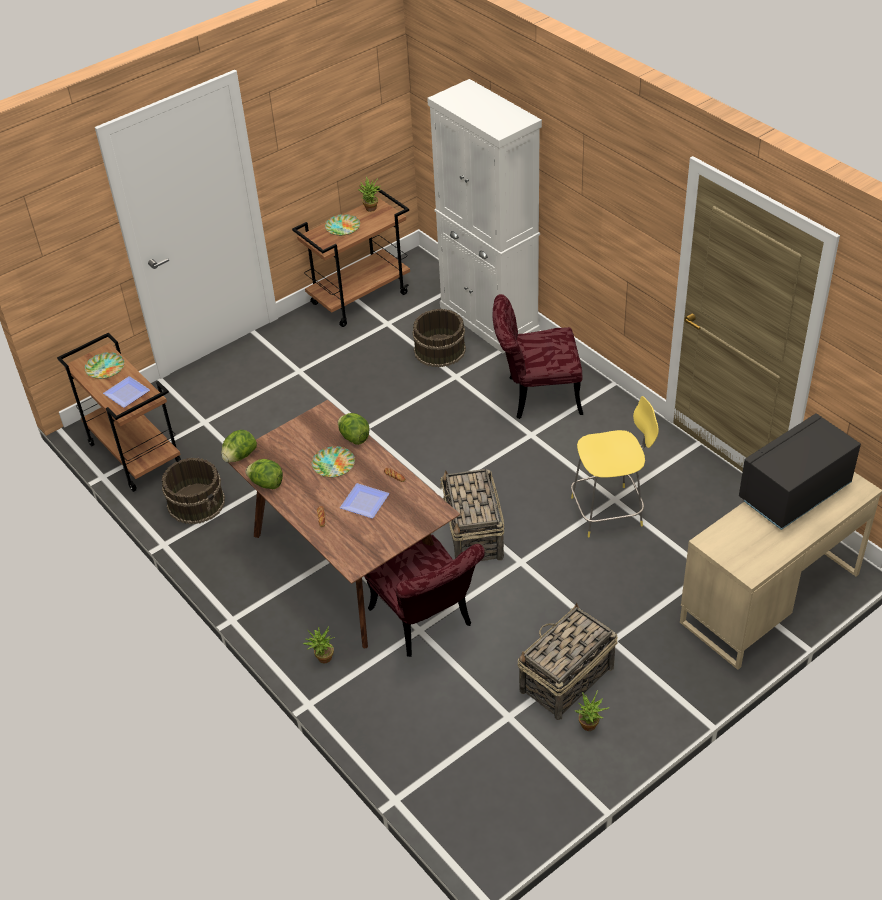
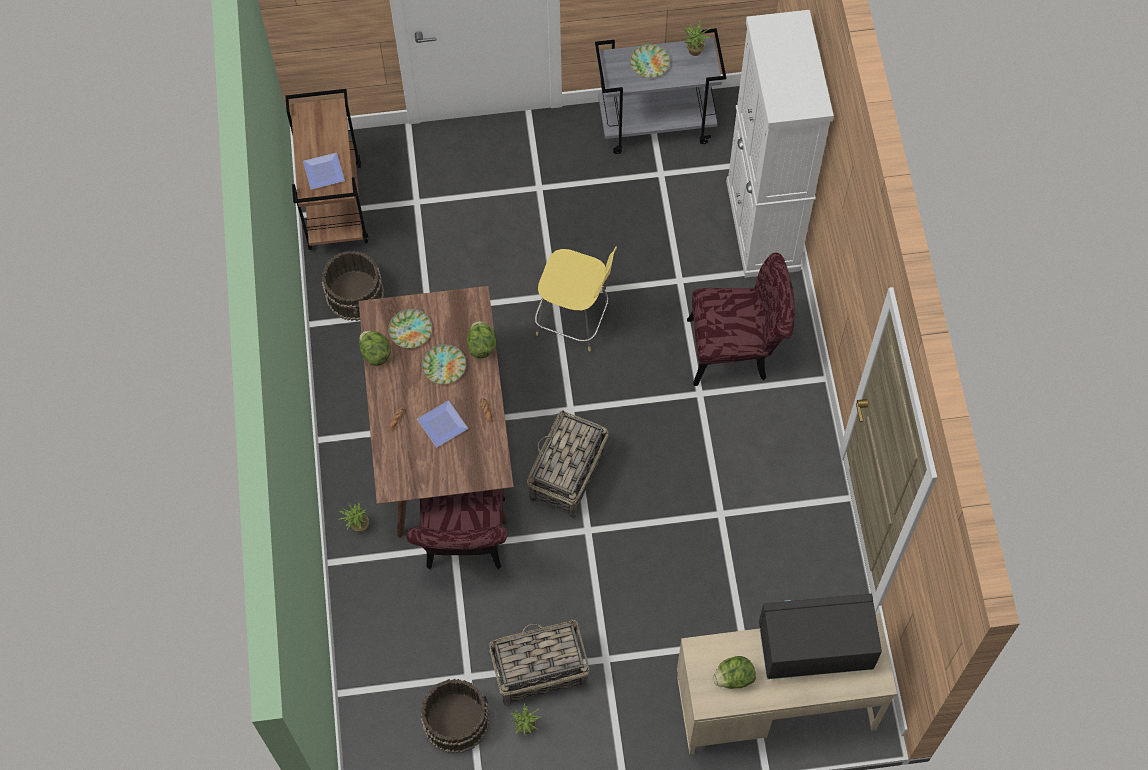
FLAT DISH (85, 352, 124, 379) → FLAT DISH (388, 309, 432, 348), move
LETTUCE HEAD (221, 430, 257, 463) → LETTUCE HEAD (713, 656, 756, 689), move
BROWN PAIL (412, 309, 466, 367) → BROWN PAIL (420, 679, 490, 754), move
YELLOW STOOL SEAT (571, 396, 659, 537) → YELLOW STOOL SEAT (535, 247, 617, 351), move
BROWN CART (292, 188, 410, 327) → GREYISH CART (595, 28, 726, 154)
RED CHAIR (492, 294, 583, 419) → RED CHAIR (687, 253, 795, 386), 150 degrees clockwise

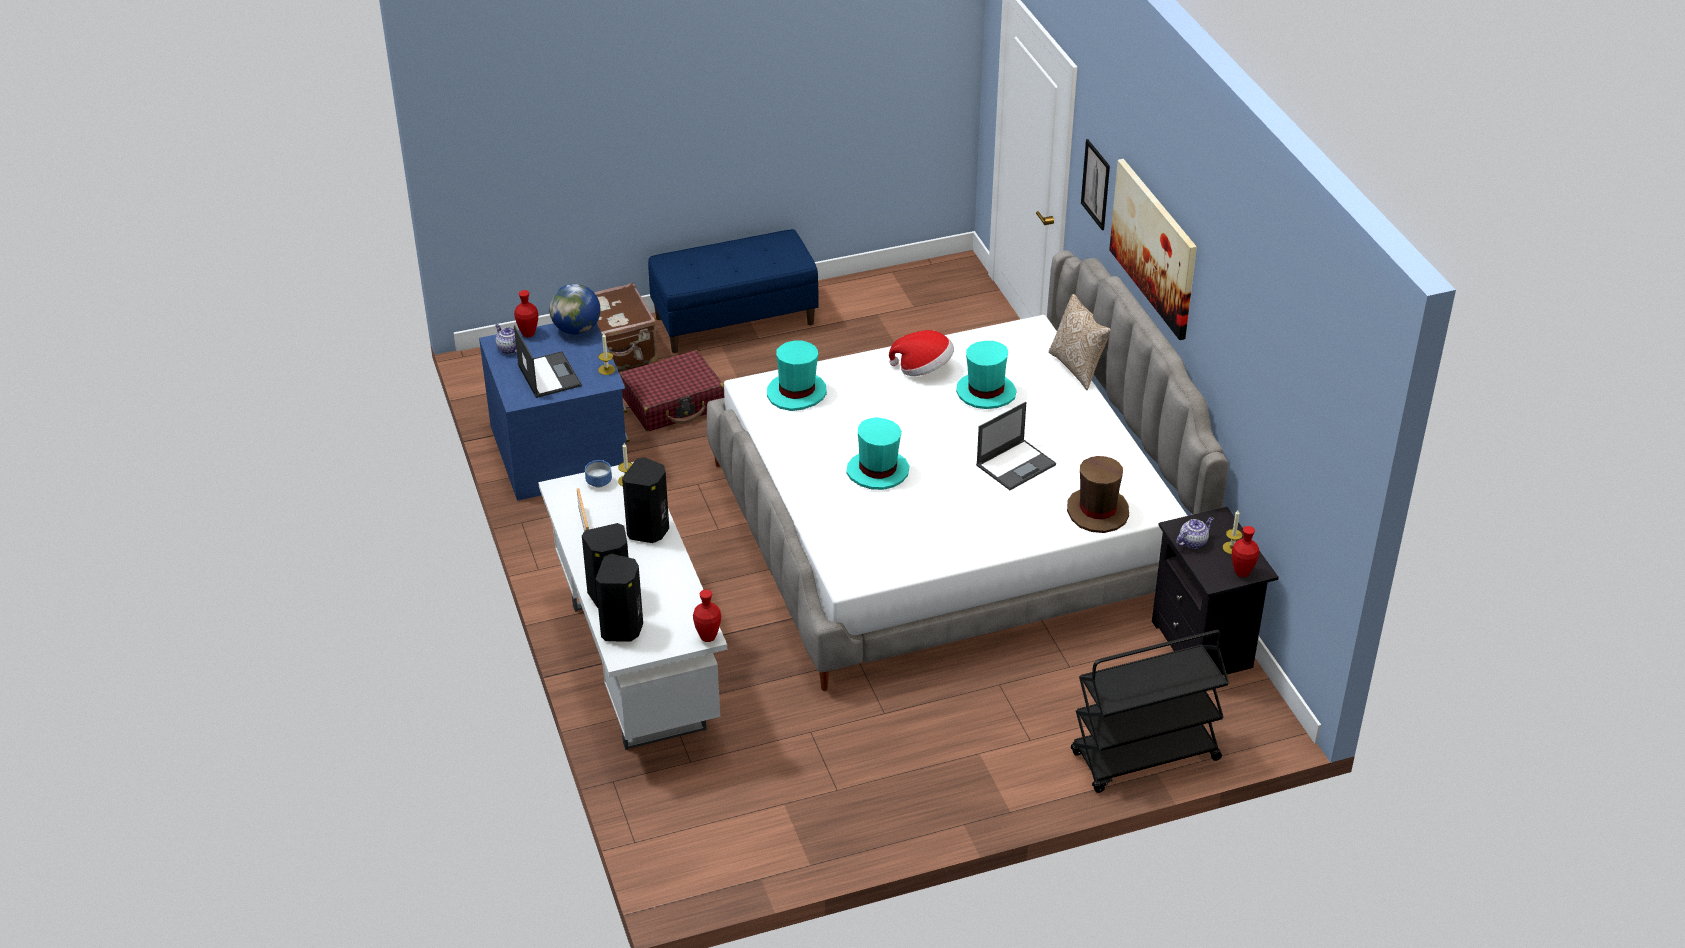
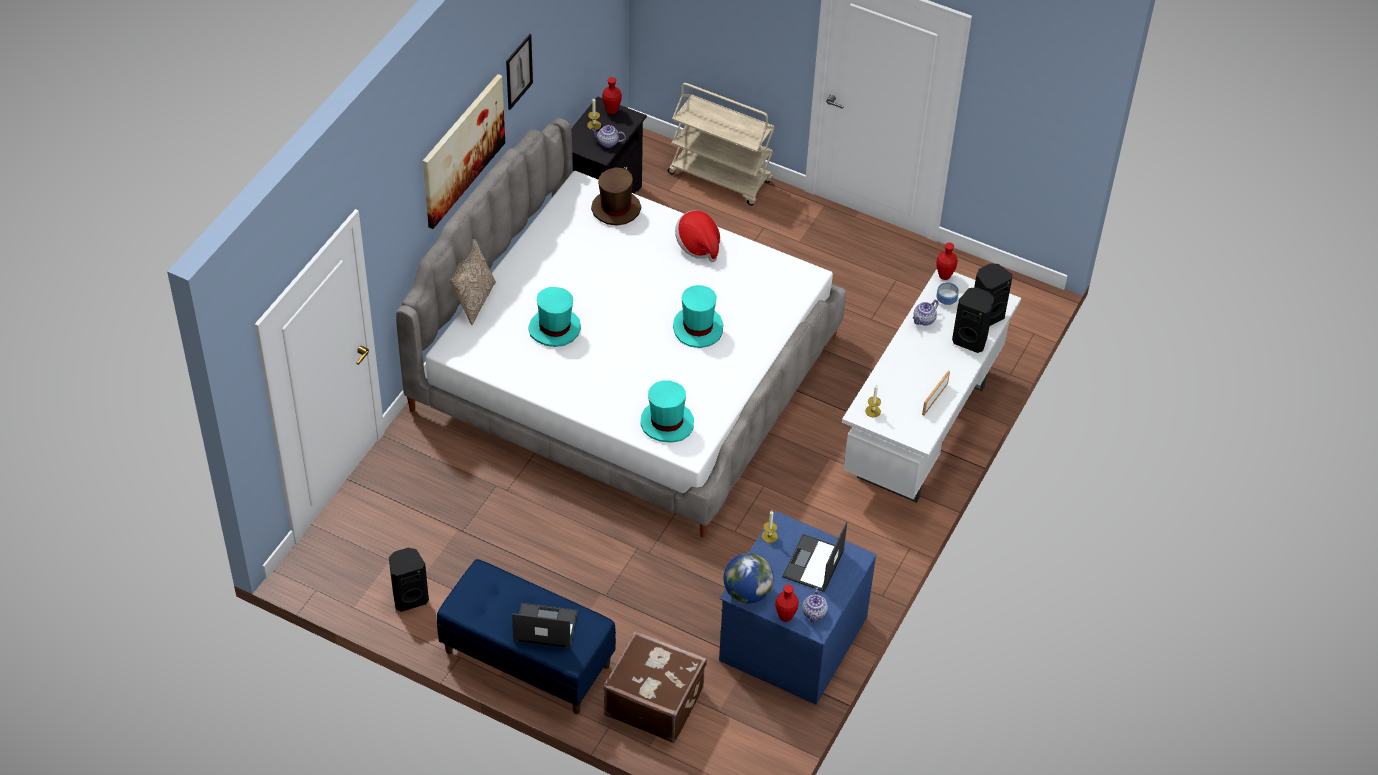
RED PIECE OF LUGGAGE (620, 350, 724, 431) → -
- → POT FOR TEA (913, 300, 938, 326)
BOWL (585, 460, 612, 487) → BOWL (937, 282, 959, 305), move
BLACK-COLOURED AUDIO SPEAKER (622, 457, 669, 543) → BLACK-COLOURED AUDIO SPEAKER (389, 548, 429, 612), move
WEARABLE HAT (889, 330, 954, 376) → WEARABLE HAT (675, 211, 720, 262), move
NOTEBOOK COMPUTER (976, 402, 1056, 490) → NOTEBOOK COMPUTER (512, 603, 578, 649), move
WALL PICTURE (1081, 139, 1110, 230) → WALL PICTURE (506, 34, 533, 110), move
BLACK-COLOURED CART (1071, 630, 1229, 793) → SAND-COLOURED CART (668, 83, 775, 205)

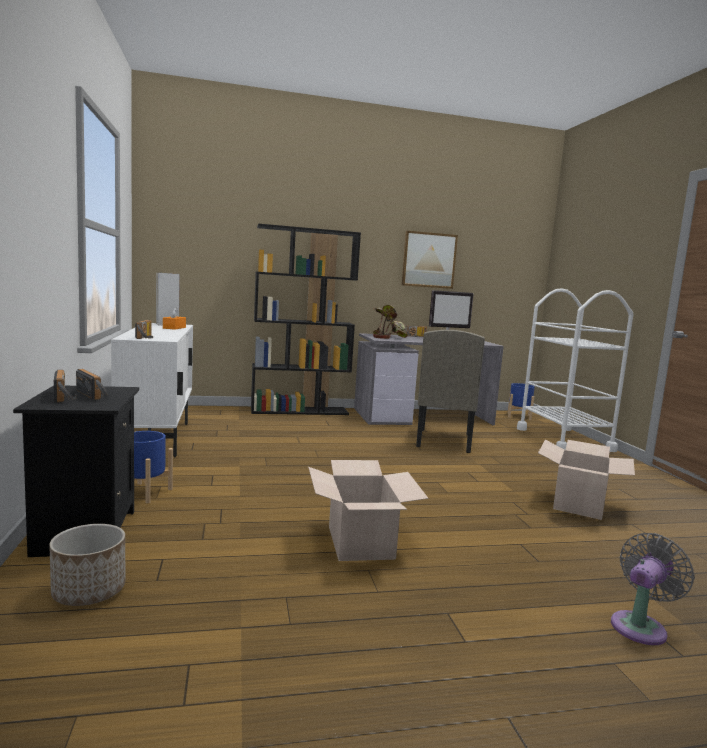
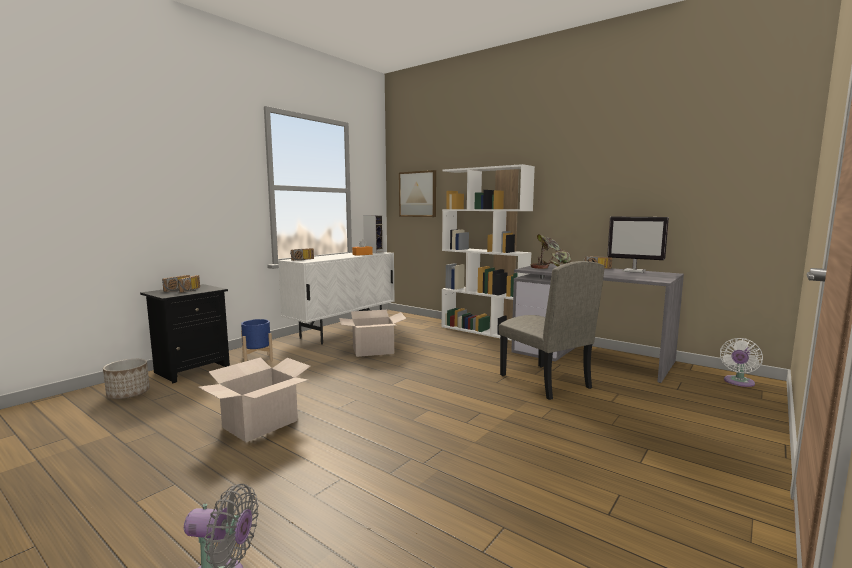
WHITE CART (517, 288, 634, 452) → -
WALL PICTURE (402, 231, 458, 289) → WALL PICTURE (399, 170, 436, 217), move
PACKING BOX (538, 440, 635, 520) → PACKING BOX (339, 310, 407, 357), move
BLUE-COLOURED FLOWER POT (508, 383, 535, 420) → WHITE ELECTRIC FAN (720, 338, 763, 387)
BLACK-COLOURED SHELVING UNIT (251, 224, 361, 415) → WHITE SHELVING UNIT (442, 164, 535, 341)
SAND-COLOURED CHAIR (416, 330, 485, 453) → SAND-COLOURED CHAIR (499, 261, 605, 400), 90 degrees counterclockwise

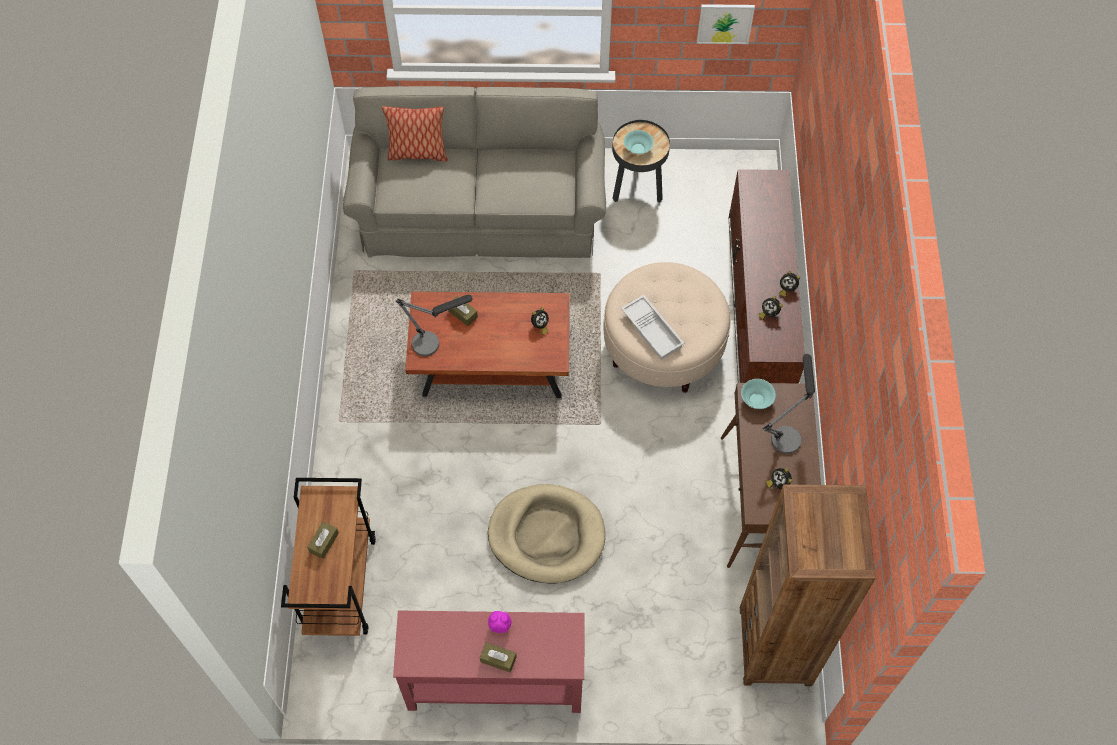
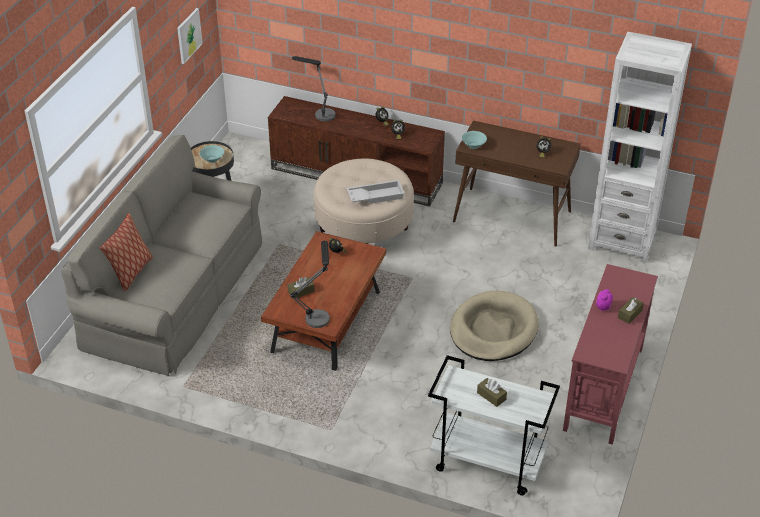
TABLE LAMP (763, 354, 815, 454) → TABLE LAMP (292, 56, 336, 122), move
BROWN CART (281, 478, 376, 636) → WHITE CART (428, 355, 560, 496)
BROWN SHELVING UNIT (740, 484, 876, 686) → WHITE SHELVING UNIT (588, 32, 692, 263)

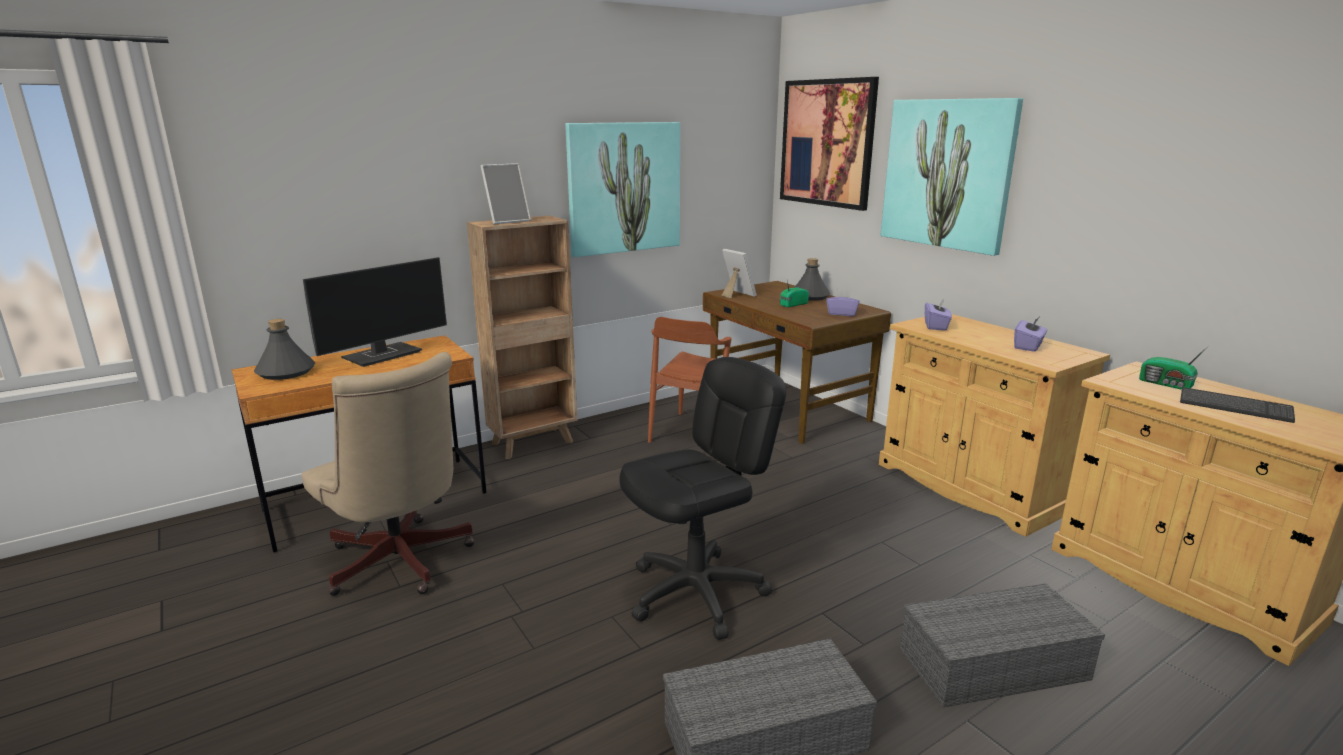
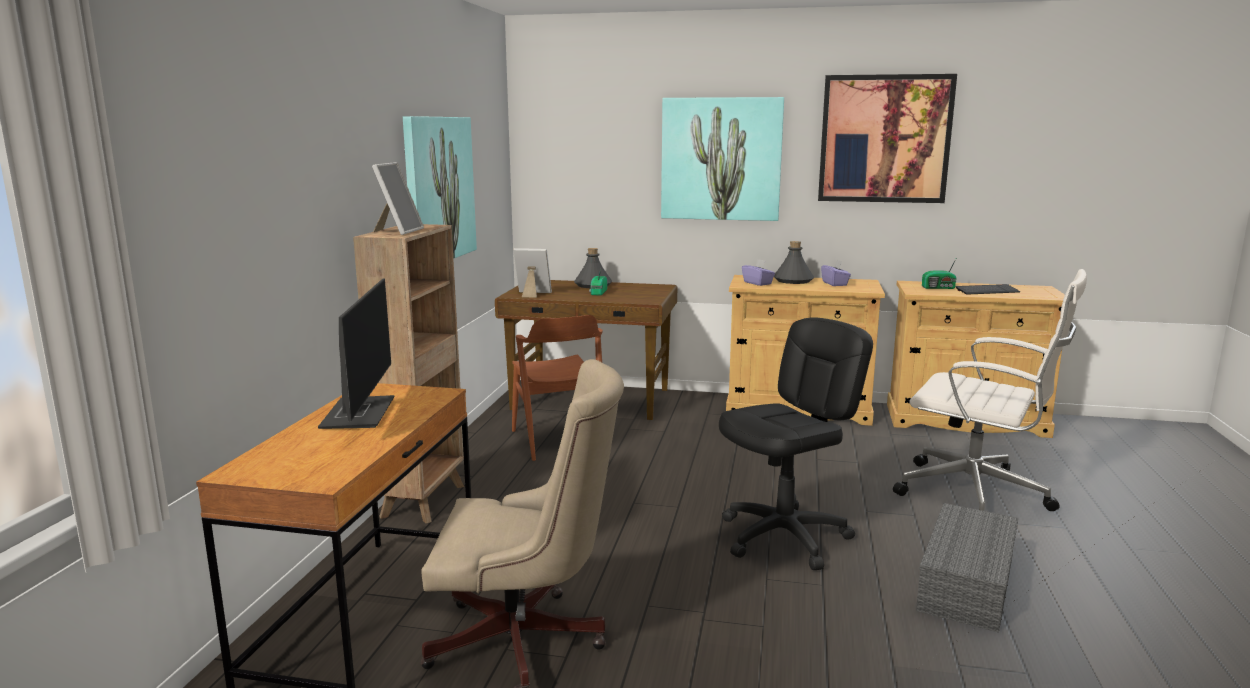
PURPLE-COLOURED BOX OF TISSUES (826, 289, 860, 316) → -
GREYISH DRINK BOTTLE (254, 319, 315, 380) → GREYISH DRINK BOTTLE (774, 241, 814, 284), move
WALL PICTURE (780, 77, 879, 211) → WALL PICTURE (818, 74, 957, 203), move
GREYISH STORAGE BIN (900, 584, 1105, 708) → WHITE OFFICE CHAIR (893, 269, 1087, 511)
BLACK-COLOURED OFFICE CHAIR (619, 357, 786, 640) → BLACK-COLOURED OFFICE CHAIR (719, 317, 873, 570), 45 degrees clockwise

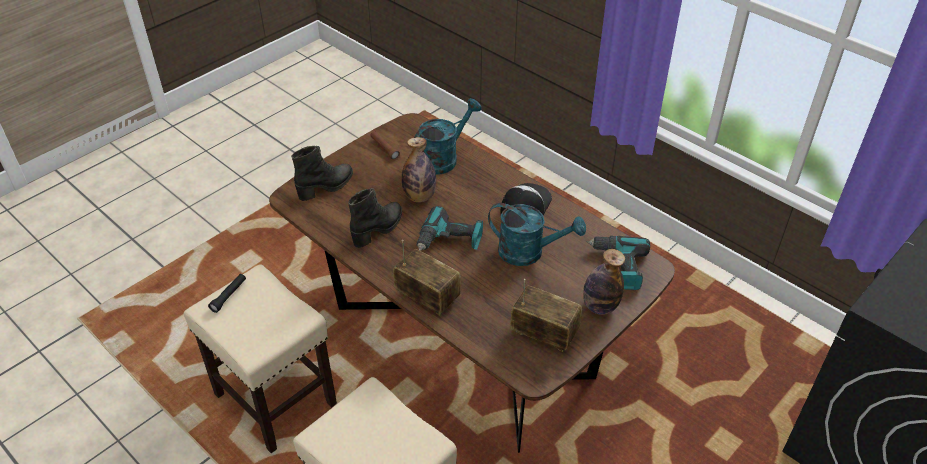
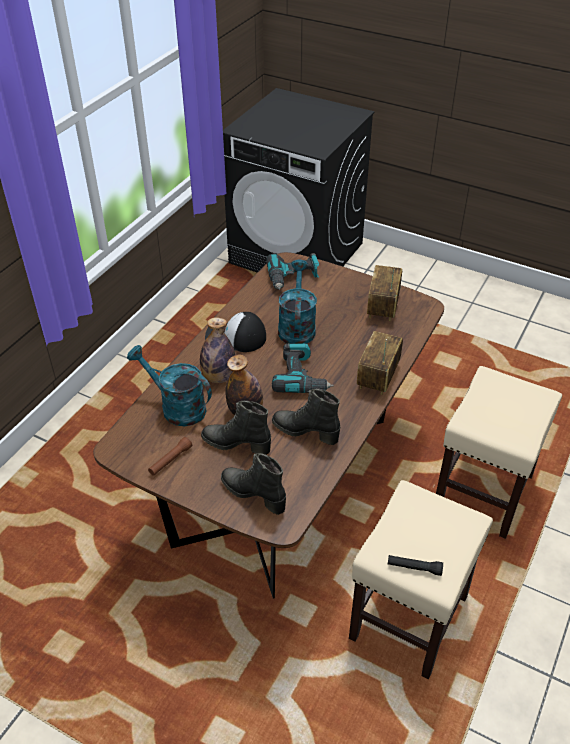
- → BLACK-COLOURED HIGH-TOP BOOT (201, 401, 271, 455)
DRINK BOTTLE (583, 249, 625, 315) → DRINK BOTTLE (200, 317, 235, 383), move

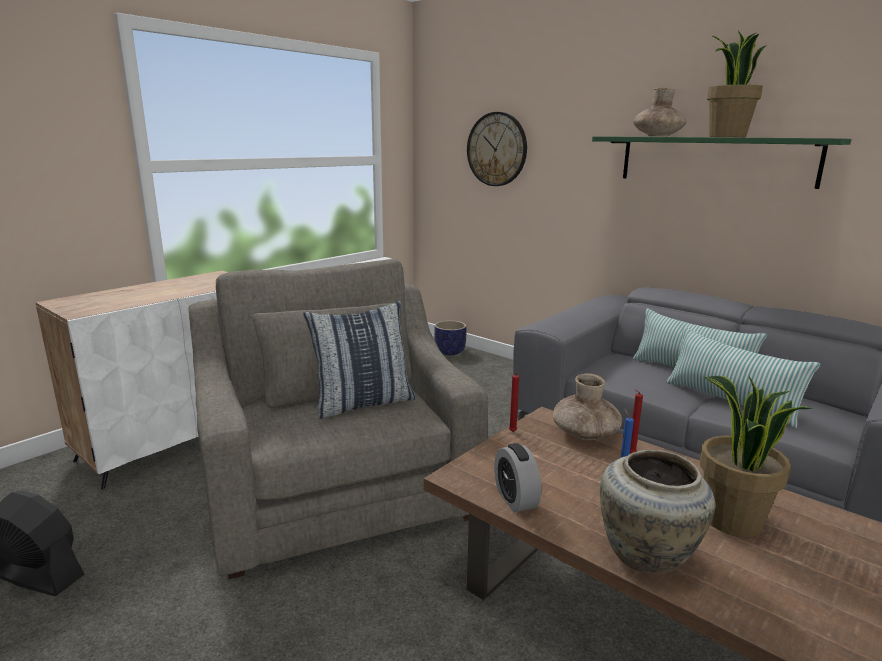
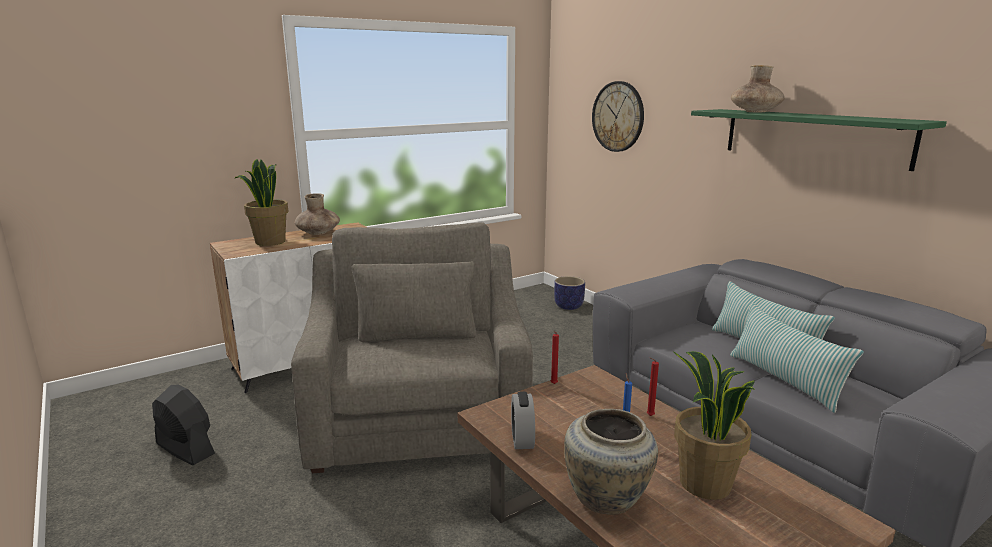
THROW PILLOW (303, 301, 415, 419) → -
BROWN VASE (553, 373, 622, 440) → BROWN VASE (295, 193, 340, 235), move
POTTED PLANT (707, 31, 767, 137) → POTTED PLANT (234, 159, 288, 246), move

